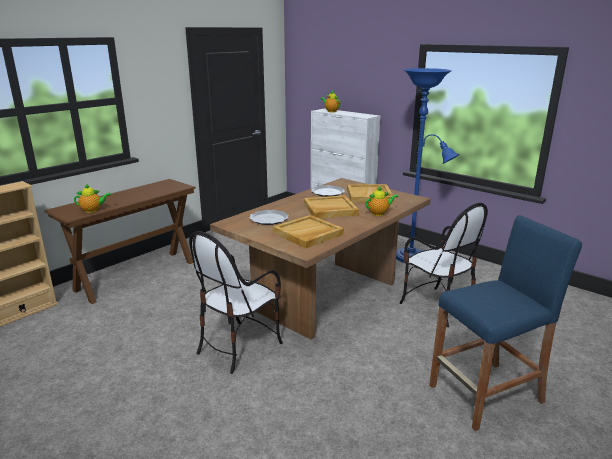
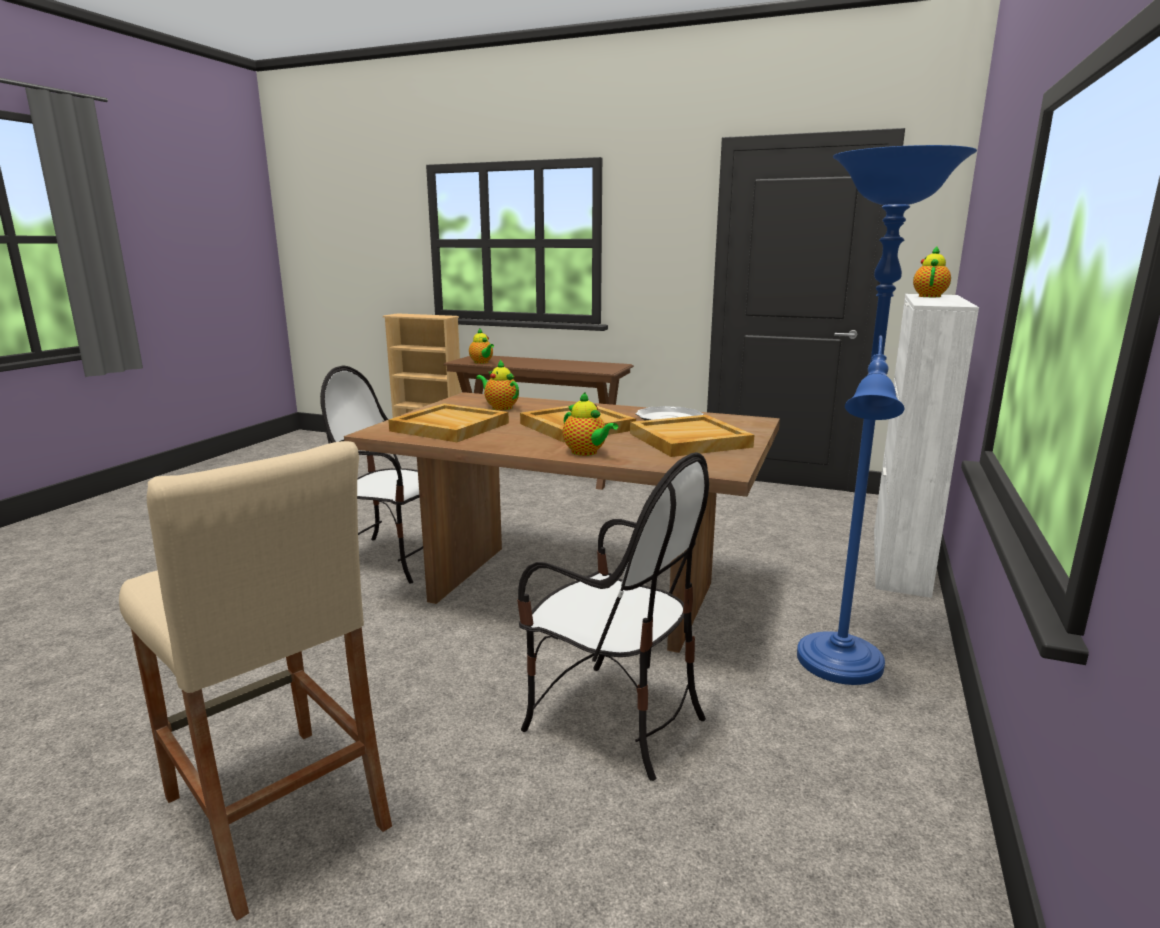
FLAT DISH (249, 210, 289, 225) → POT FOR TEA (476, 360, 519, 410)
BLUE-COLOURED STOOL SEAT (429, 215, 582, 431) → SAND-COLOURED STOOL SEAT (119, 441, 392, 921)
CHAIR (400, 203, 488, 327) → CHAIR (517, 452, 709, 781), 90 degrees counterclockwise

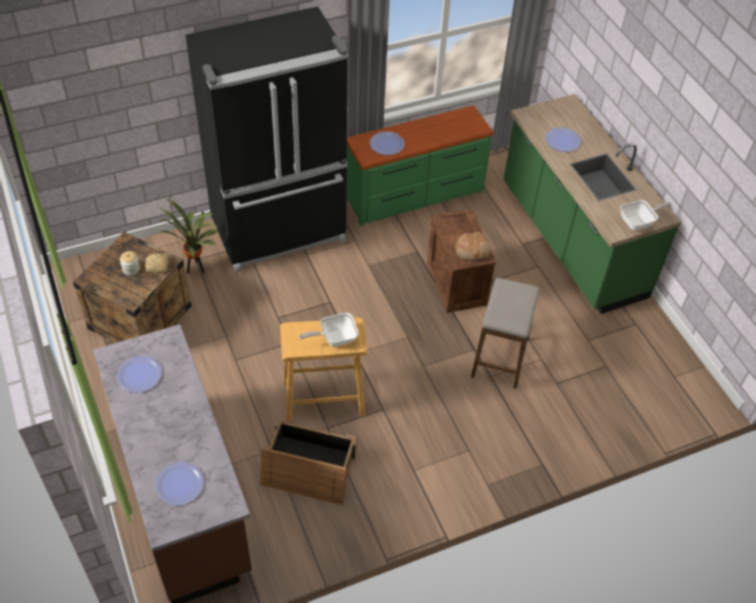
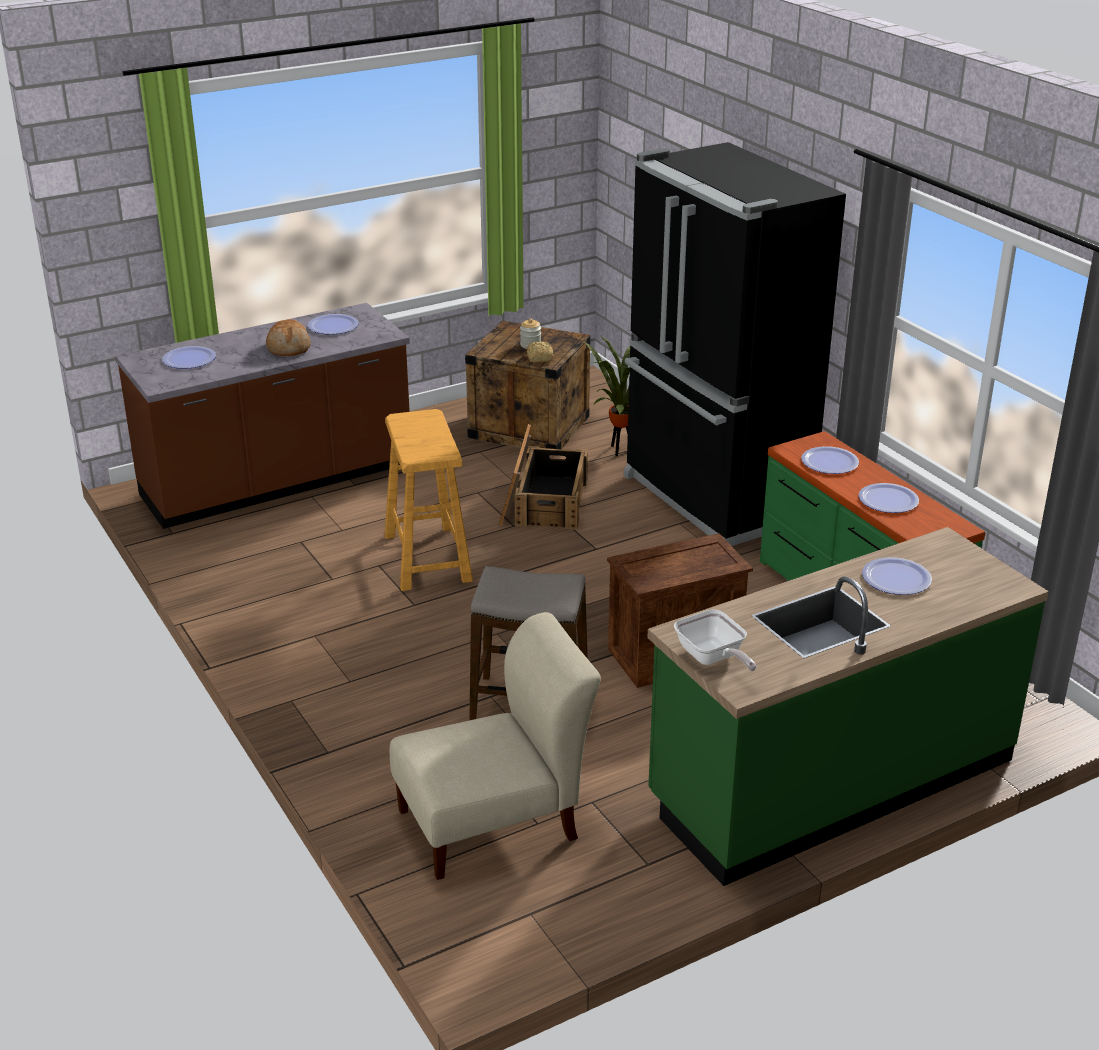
PAN (299, 313, 359, 347) → -
- → SAND-COLOURED CHAIR (390, 612, 601, 880)
- → FLAT DISH (859, 483, 919, 513)
PACKING CRATE (260, 418, 358, 505) → PACKING CRATE (499, 424, 588, 530), move
BREAD (455, 232, 491, 261) → BREAD (266, 319, 311, 356), move

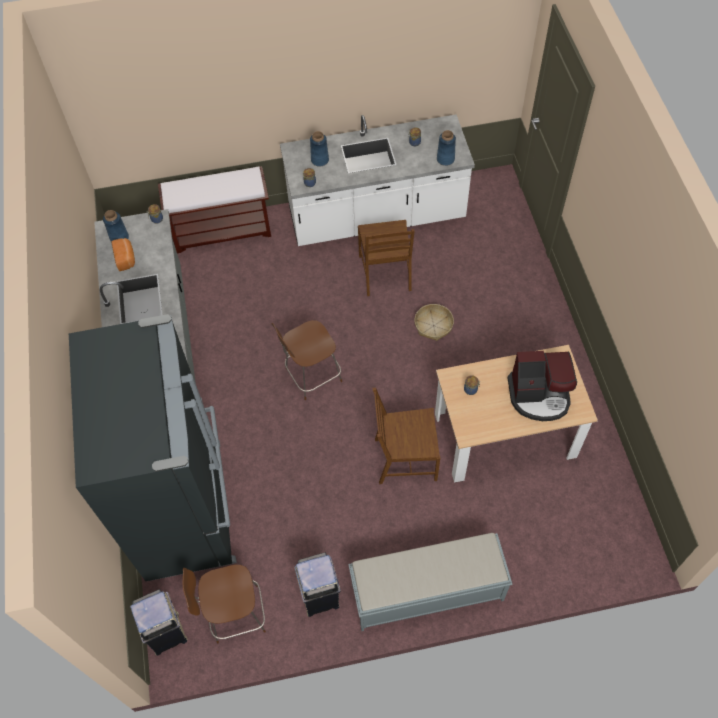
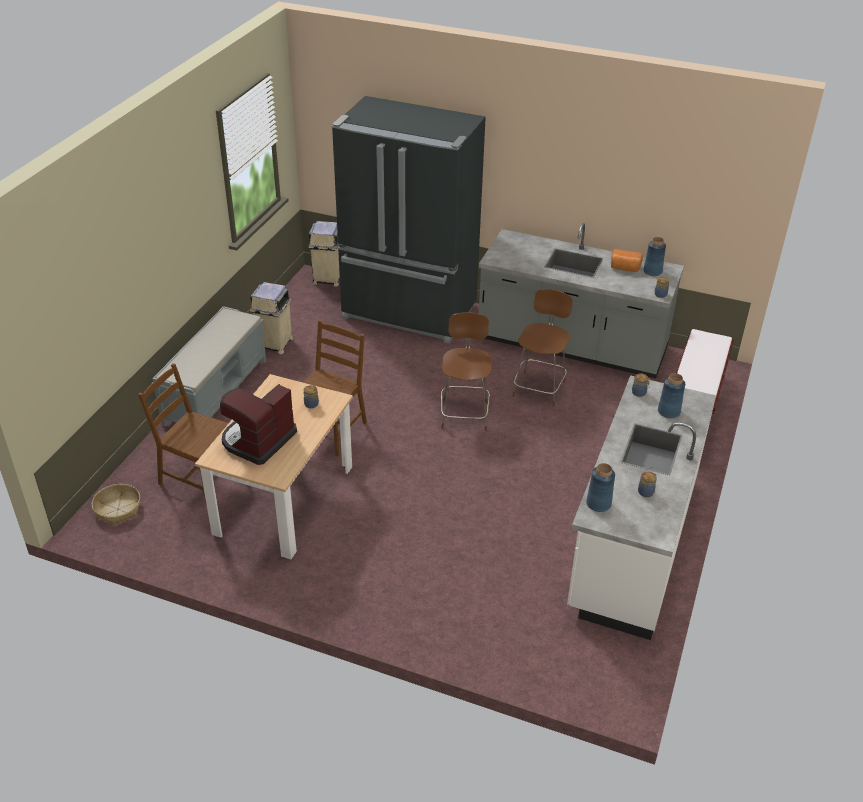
BROWN STOOL SEAT (183, 565, 266, 643) → BROWN STOOL SEAT (512, 289, 573, 407), move
BROWN CHAIR (358, 220, 415, 296) → BROWN CHAIR (138, 363, 229, 501), move
HOUSEHOLD BASKET (414, 304, 454, 341) → HOUSEHOLD BASKET (92, 484, 140, 525), move

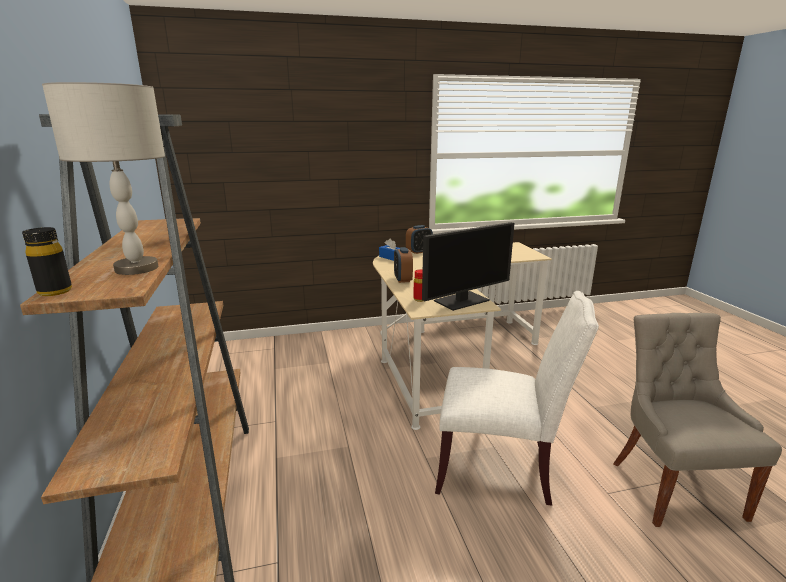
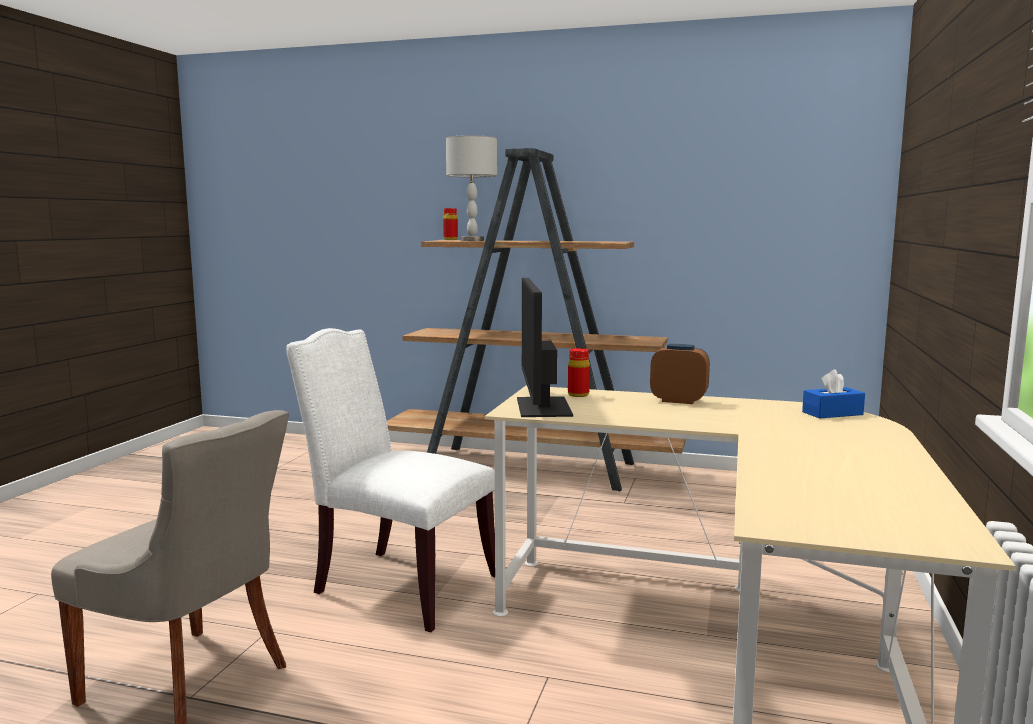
TABLE CLOCK (406, 225, 433, 254) → -
BLACK-COLOURED DRINK BOTTLE (22, 227, 72, 296) → RED DRINK BOTTLE (443, 208, 458, 240)
WHITE CHAIR (435, 291, 599, 506) → WHITE CHAIR (286, 328, 495, 632), 75 degrees clockwise

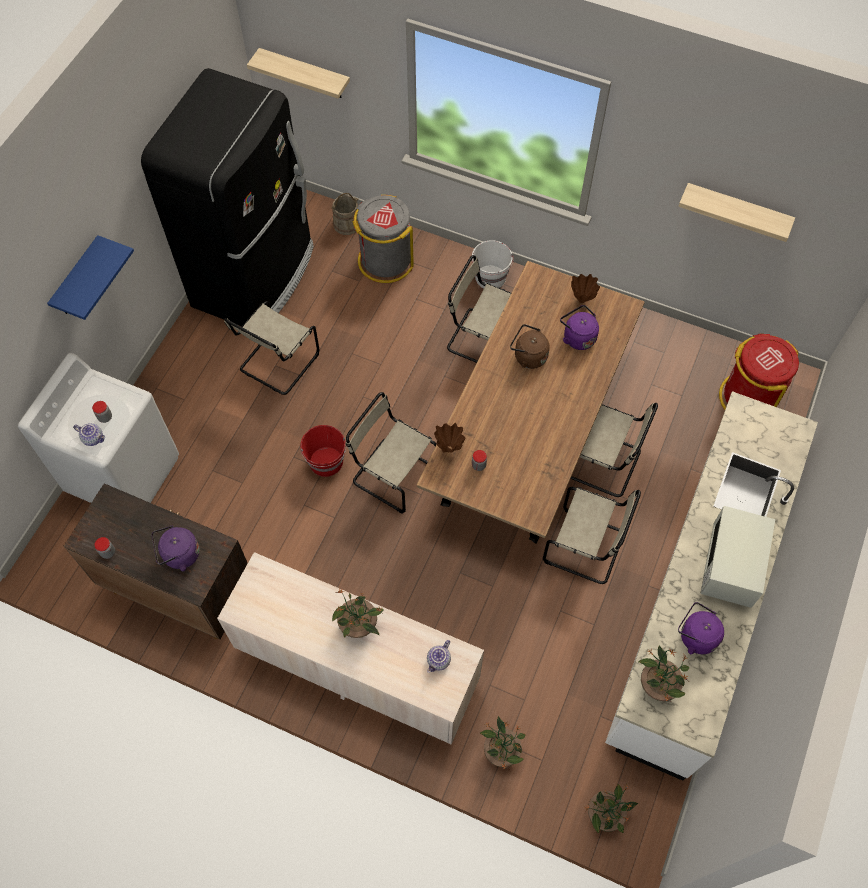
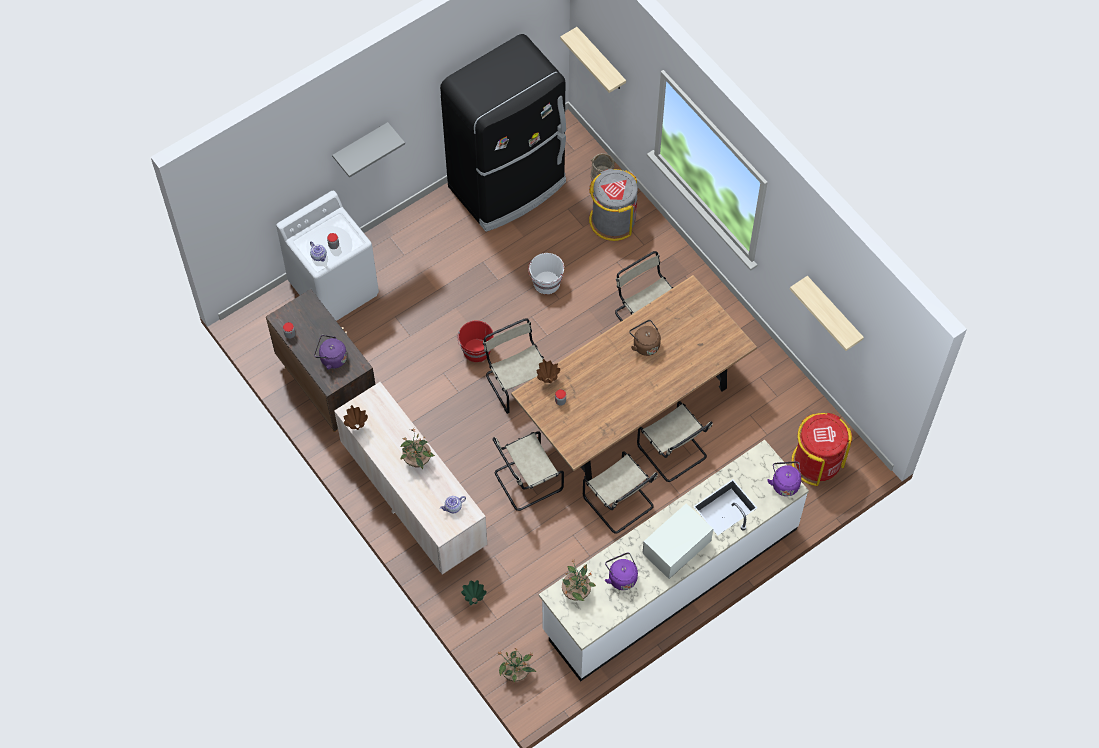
SAND-COLOURED CHAIR (224, 301, 319, 395) → SAND-COLOURED CHAIR (493, 431, 564, 511), move
WHITE PAIL (472, 240, 513, 288) → WHITE PAIL (528, 253, 564, 294), move
PURPLE-COLOURED WATER KETTLE (560, 305, 599, 350) → PURPLE-COLOURED WATER KETTLE (767, 461, 801, 496), move
BROWN VASE (571, 274, 600, 303) → BROWN VASE (344, 405, 368, 430), move
POTTED PLANT (480, 716, 525, 769) → GREEN VASE (461, 580, 487, 605)
BLUE-COLOURED SHELF (47, 235, 134, 320) → GREYISH SHELF (332, 122, 405, 178)

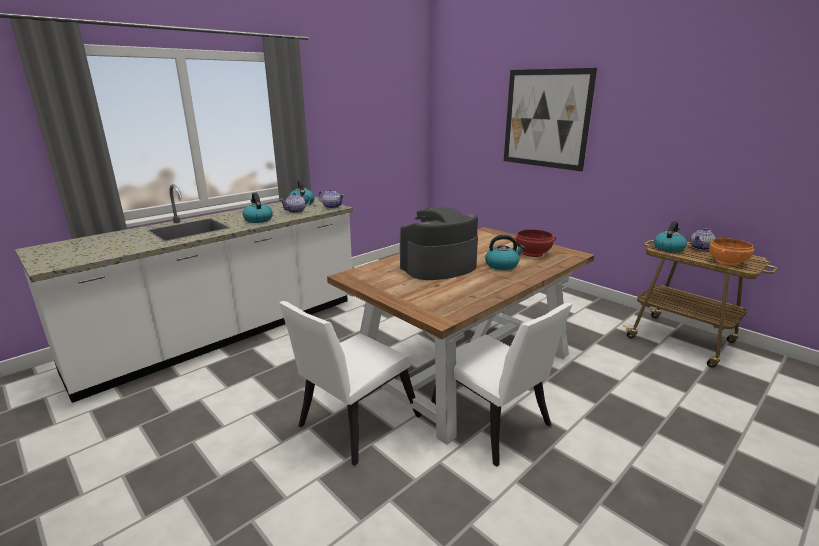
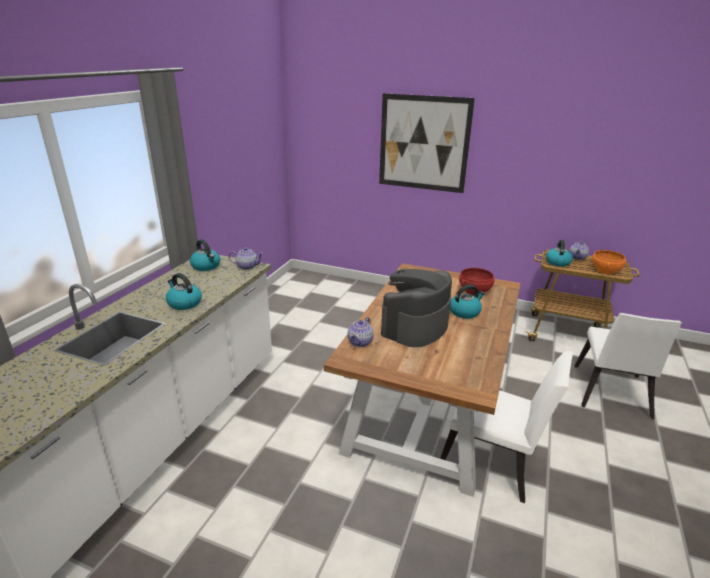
POT FOR TEA (279, 192, 310, 213) → POT FOR TEA (348, 317, 374, 347), move
WHITE CHAIR (279, 301, 421, 466) → WHITE CHAIR (574, 313, 682, 419), move

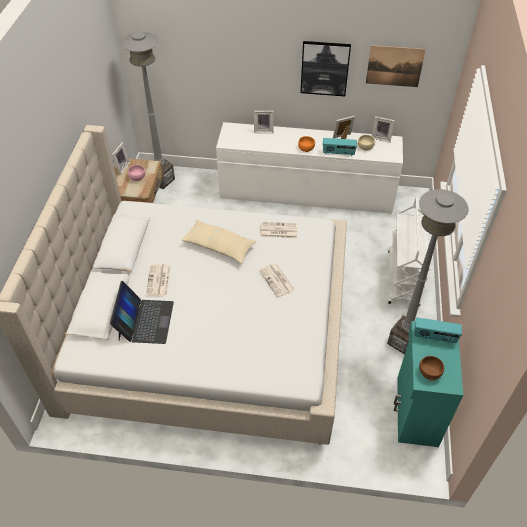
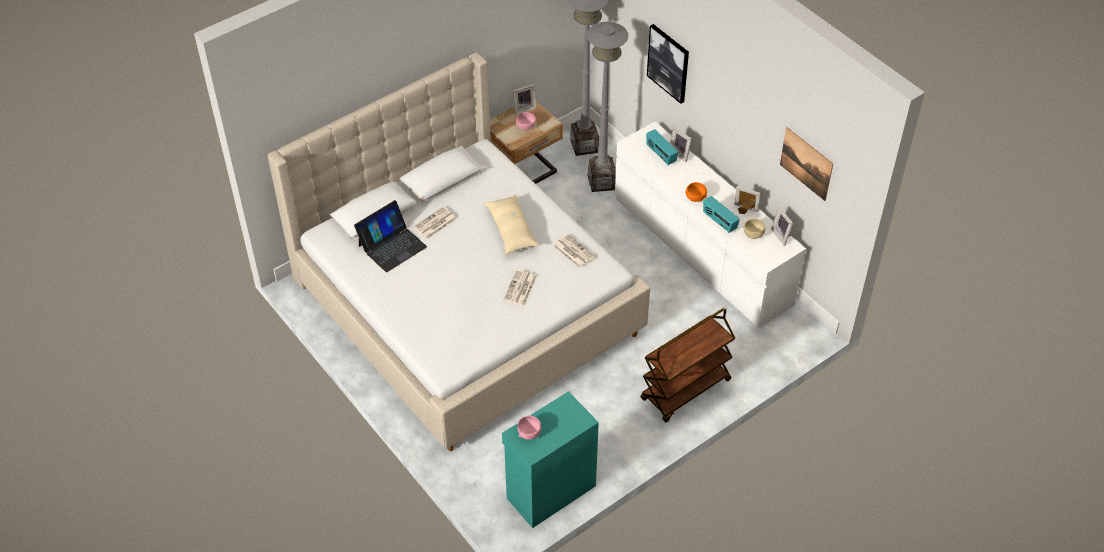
WALL PICTURE (300, 41, 351, 96) → WALL PICTURE (647, 24, 689, 104), move
GREYISH STANDARD LAMP (387, 189, 469, 354) → GREYISH STANDARD LAMP (587, 22, 628, 192), move
RADIO SET (414, 317, 462, 343) → RADIO SET (646, 129, 678, 165), move
WHITE CART (388, 197, 430, 306) → BROWN CART (641, 308, 735, 423)
BROWN BOWL (419, 356, 444, 381) → PINKISH BOWL (517, 416, 541, 440)

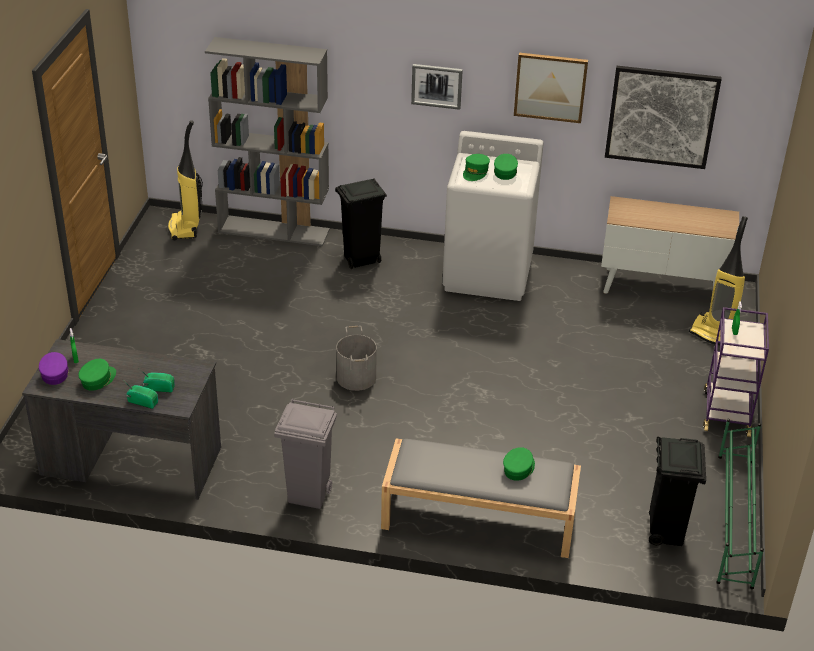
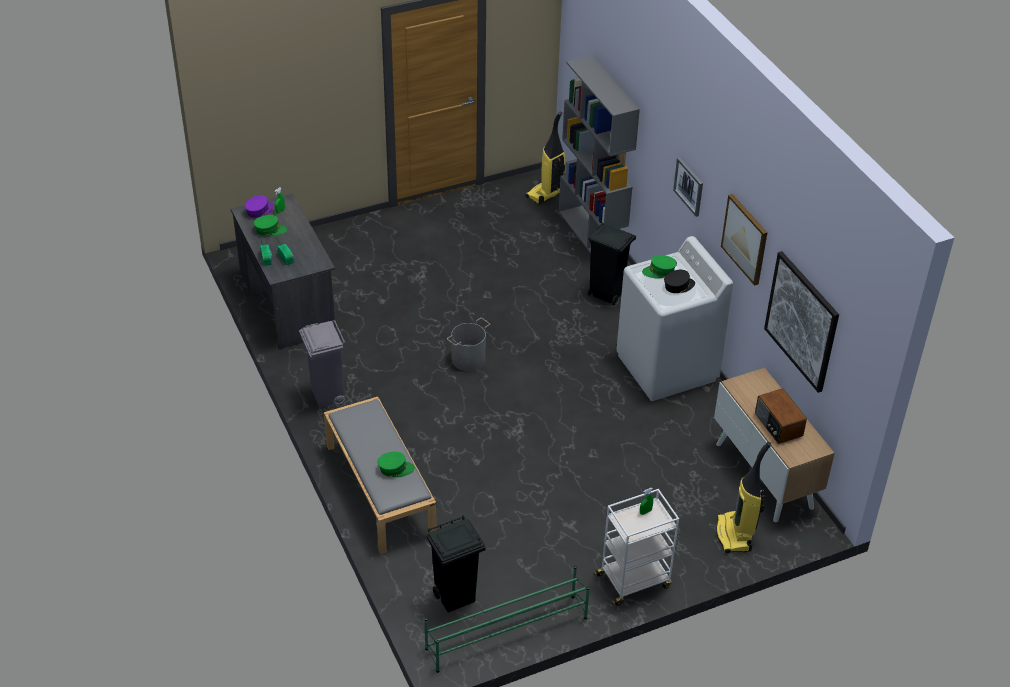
- → RADIO SET (755, 388, 807, 444)
GREEN BASEBALL CAP (494, 154, 518, 180) → BLACK-COLOURED BASEBALL CAP (664, 270, 695, 293)
PURPLE-COLOURED CART (703, 307, 769, 437) → WHITE CART (593, 489, 679, 606)

